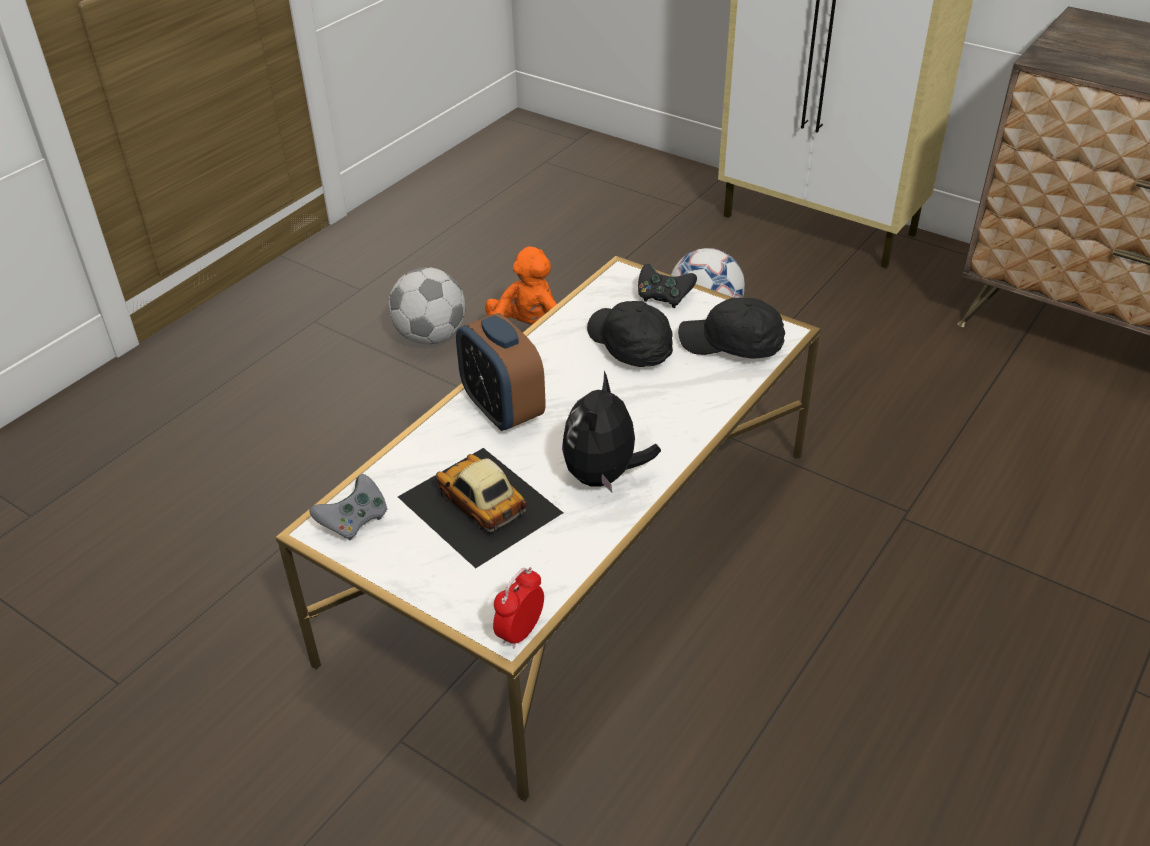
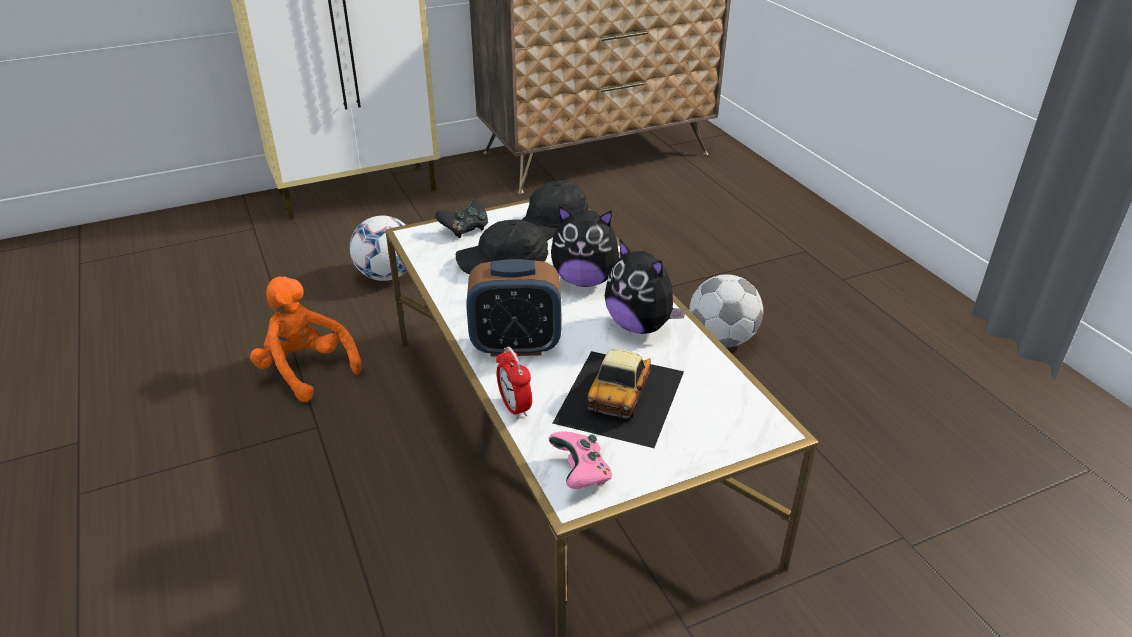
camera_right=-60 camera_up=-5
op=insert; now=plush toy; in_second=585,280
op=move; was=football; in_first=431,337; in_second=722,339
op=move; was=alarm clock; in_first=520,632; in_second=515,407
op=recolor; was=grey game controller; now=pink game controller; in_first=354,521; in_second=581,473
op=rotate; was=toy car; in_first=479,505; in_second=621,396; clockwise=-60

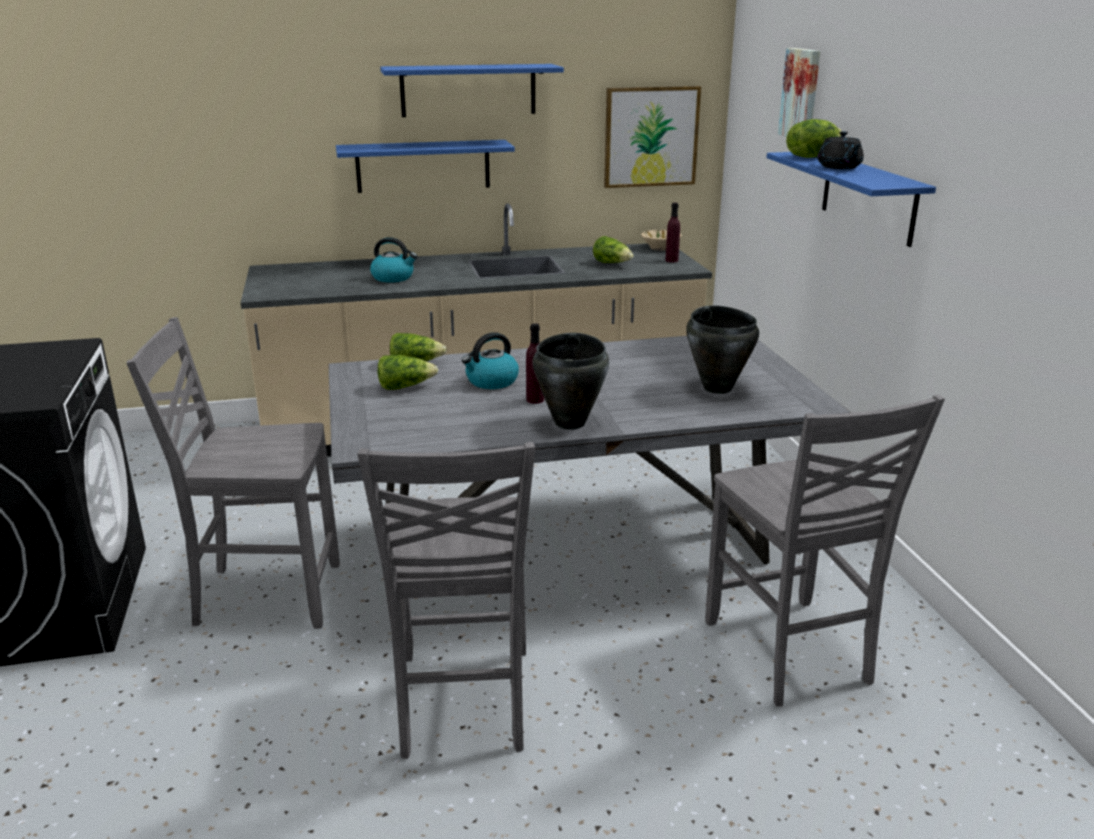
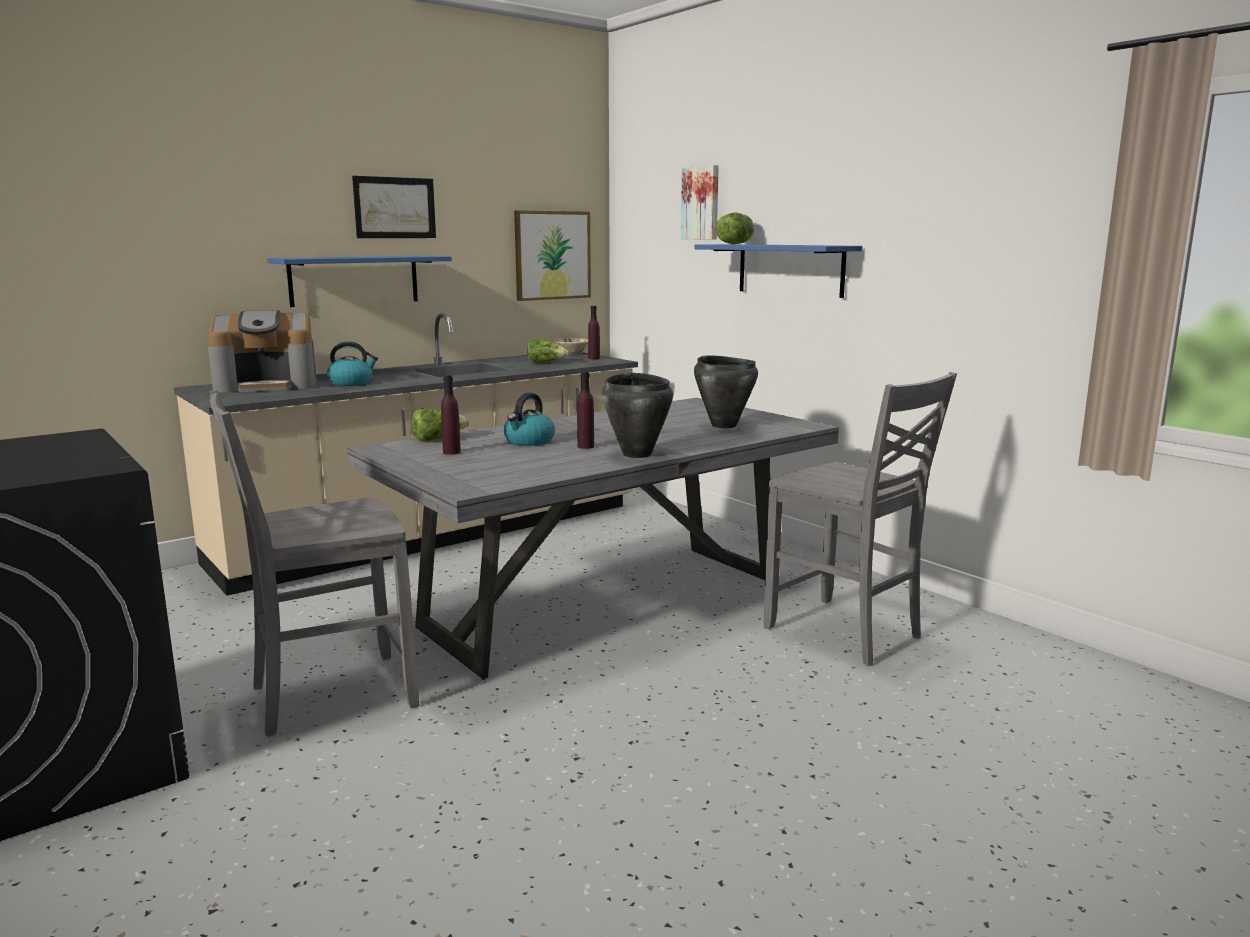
camera_right=-25 camera_up=-10
op=delete; was=grey chair; in_first=462,704
op=delete; was=black teapot; in_first=839,167
op=insert; now=coffee machine; in_second=267,385
op=replace; was=lettuce; now=purple bottle; in_first=405,387; in_second=451,452
op=replace; was=blue shelf; now=picture; in_first=468,90; in_second=395,208

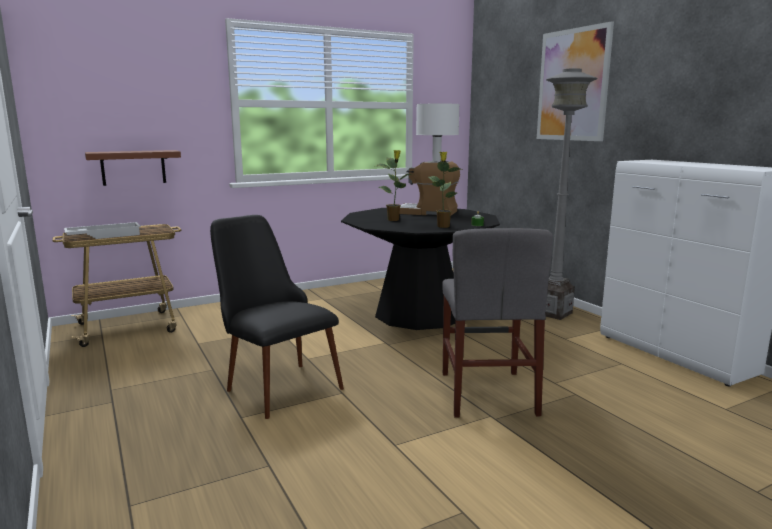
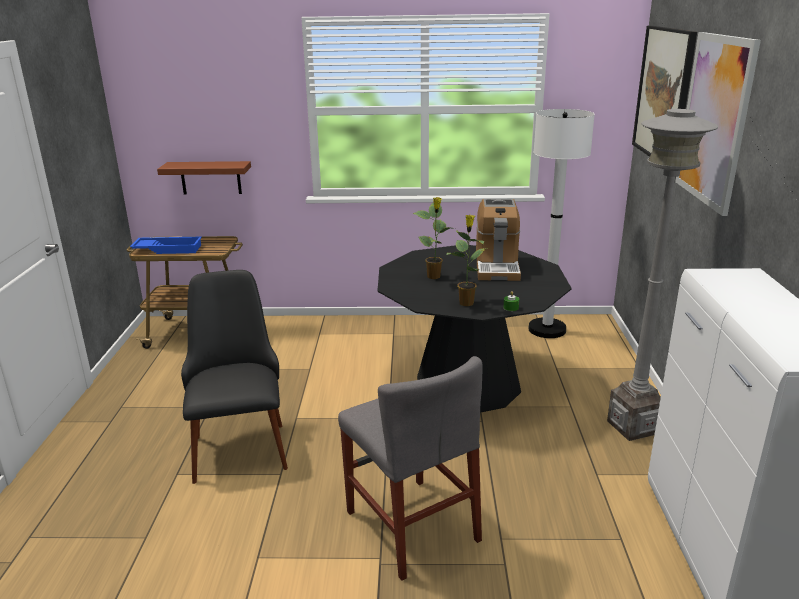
camera_right=30 camera_up=10
op=insert; now=picture; in_second=663,94
op=recolor; was=white tray; now=blue tray; in_first=104,235; in_second=168,249
op=rotate; was=coffee machine; in_first=428,212; in_second=497,266; clockwise=-135
op=rotate; was=grey chair; in_first=487,393; in_second=411,525; clockwise=-60

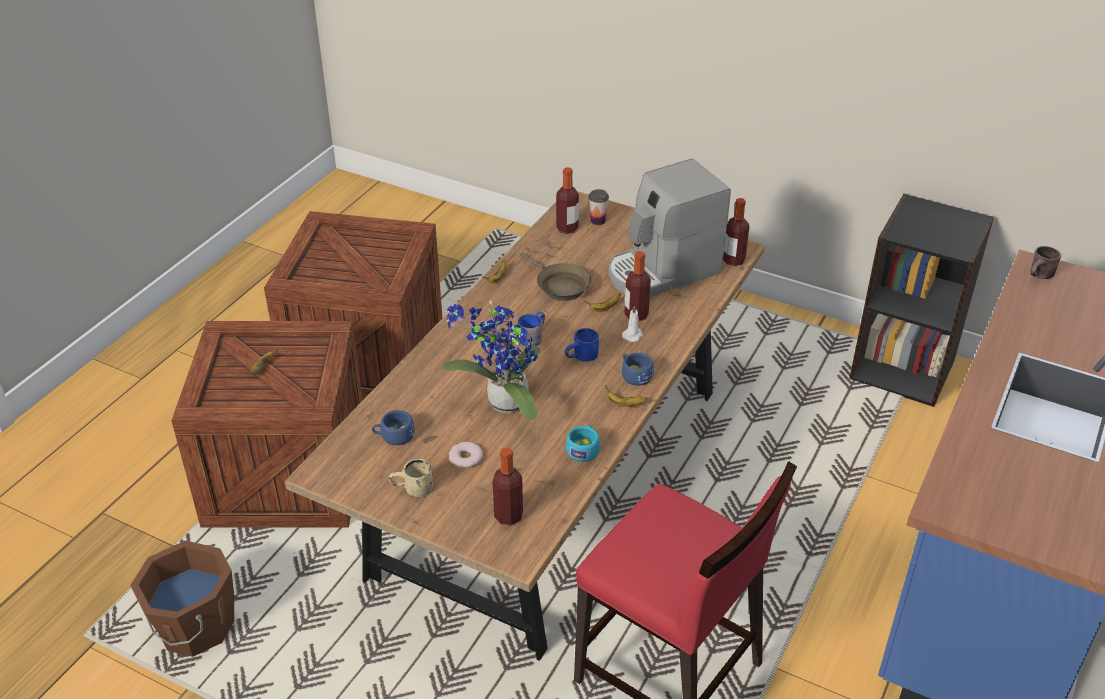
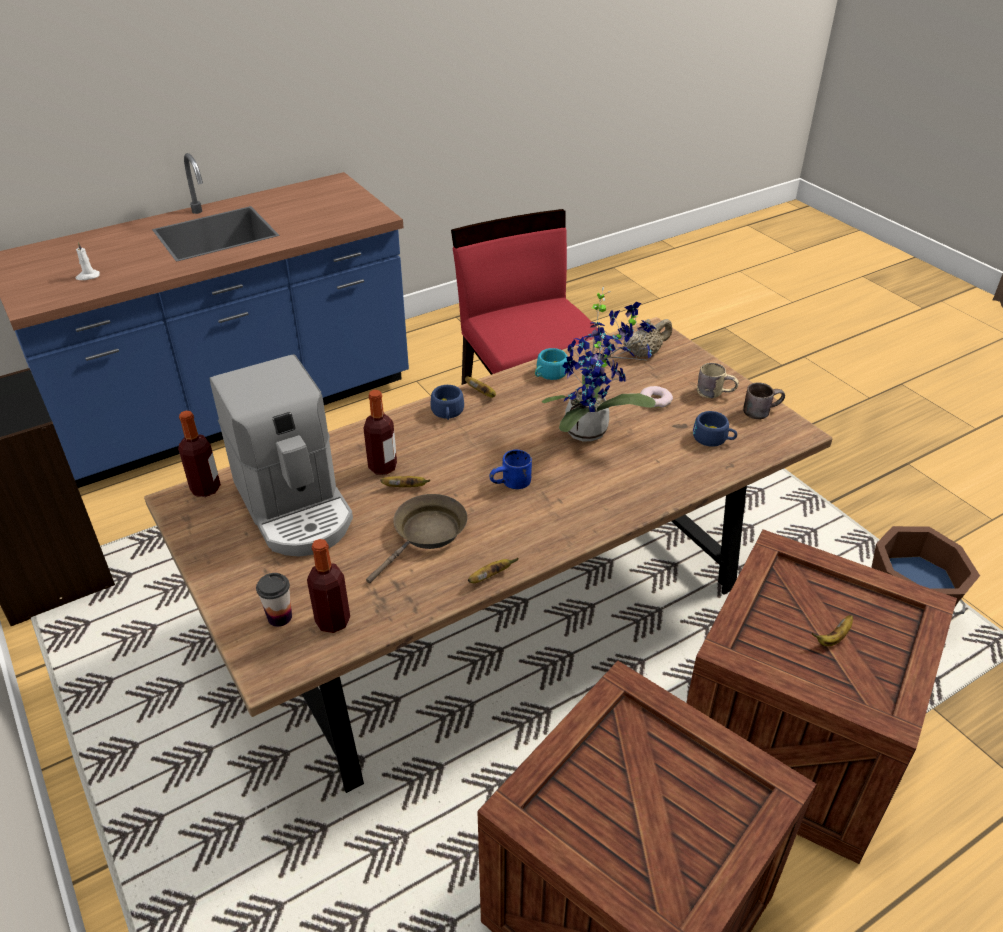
camera_right=-150 camera_up=0
op=delete; was=blue mug; in_first=583,358
op=move; was=white candle; in_first=633,335; in_second=87,276
op=move; was=brown mug; in_first=1041,276; in_second=760,410
op=replace; was=bottle; now=beige teapot; in_first=508,516; in_second=645,353
op=rotate; was=brown frying pan; in_first=560,286; in_second=426,534; clockwise=45
op=rotate; was=coffee machine; in_first=662,271; in_second=295,506; clockwise=60

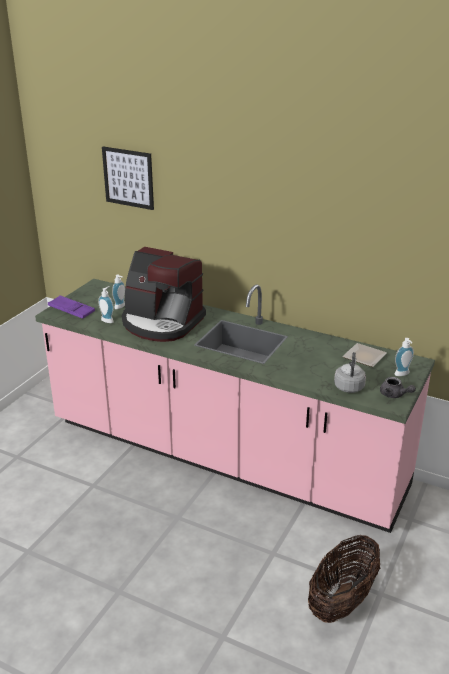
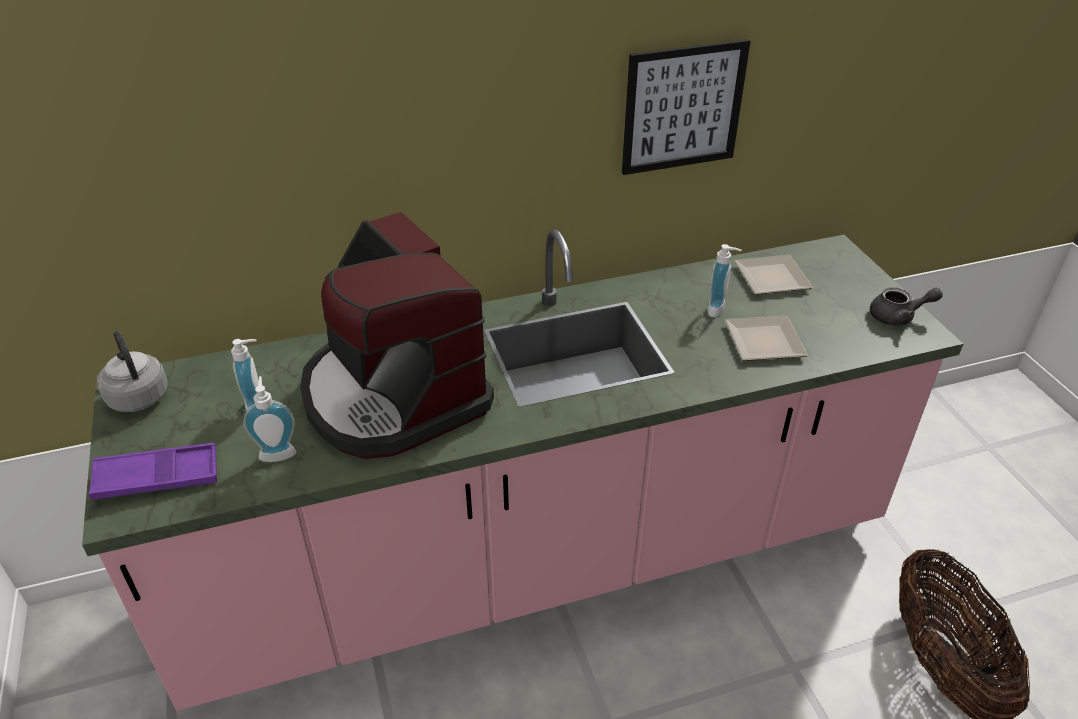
camera_right=-45 camera_up=10
op=insert; now=plate; in_second=767,343
op=move; was=picture; in_first=128,178; in_second=683,107
op=move; was=grey kettle; in_first=349,386; in_second=138,395
op=move; was=soap dispenser; in_first=403,374; in_second=719,309
op=rotate; was=coffee machine; in_first=162,323; in_second=393,395; clockwise=75

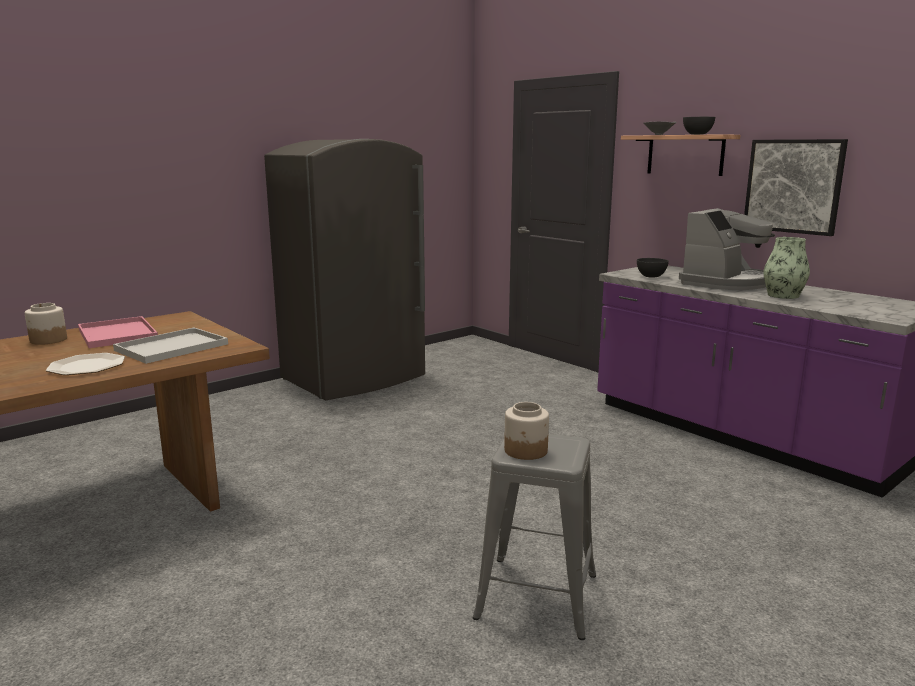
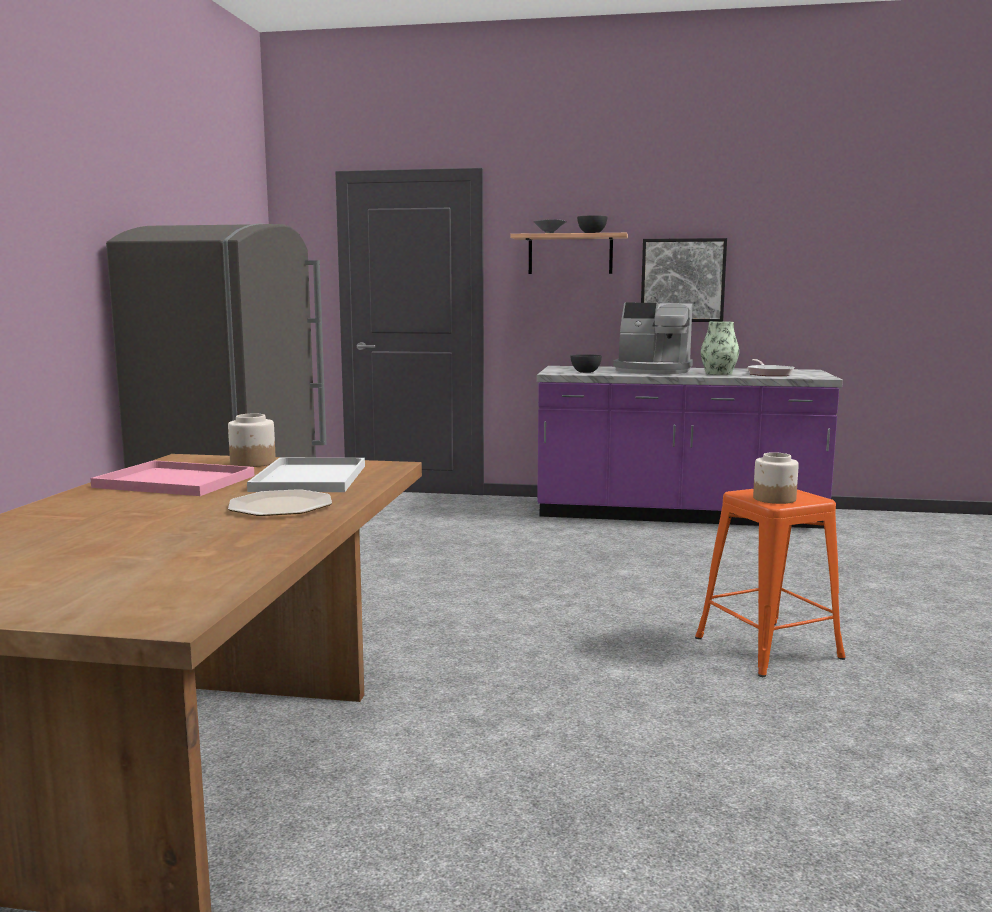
camera_right=-40 camera_up=-5
op=insert; now=frying pan; in_second=769,374
op=move; was=jar; in_first=48,340; in_second=252,463
op=recolor; was=grey stool; now=orange stool; in_first=536,595; in_second=768,648
op=rotate; was=coffee machine; in_first=726,282; in_second=653,371; clockwise=105

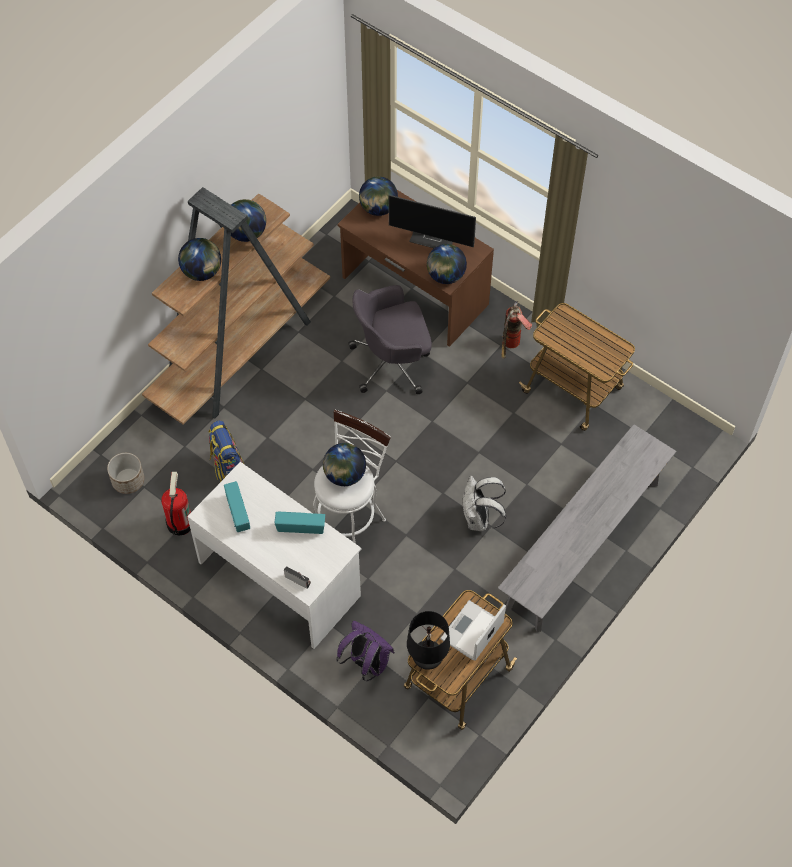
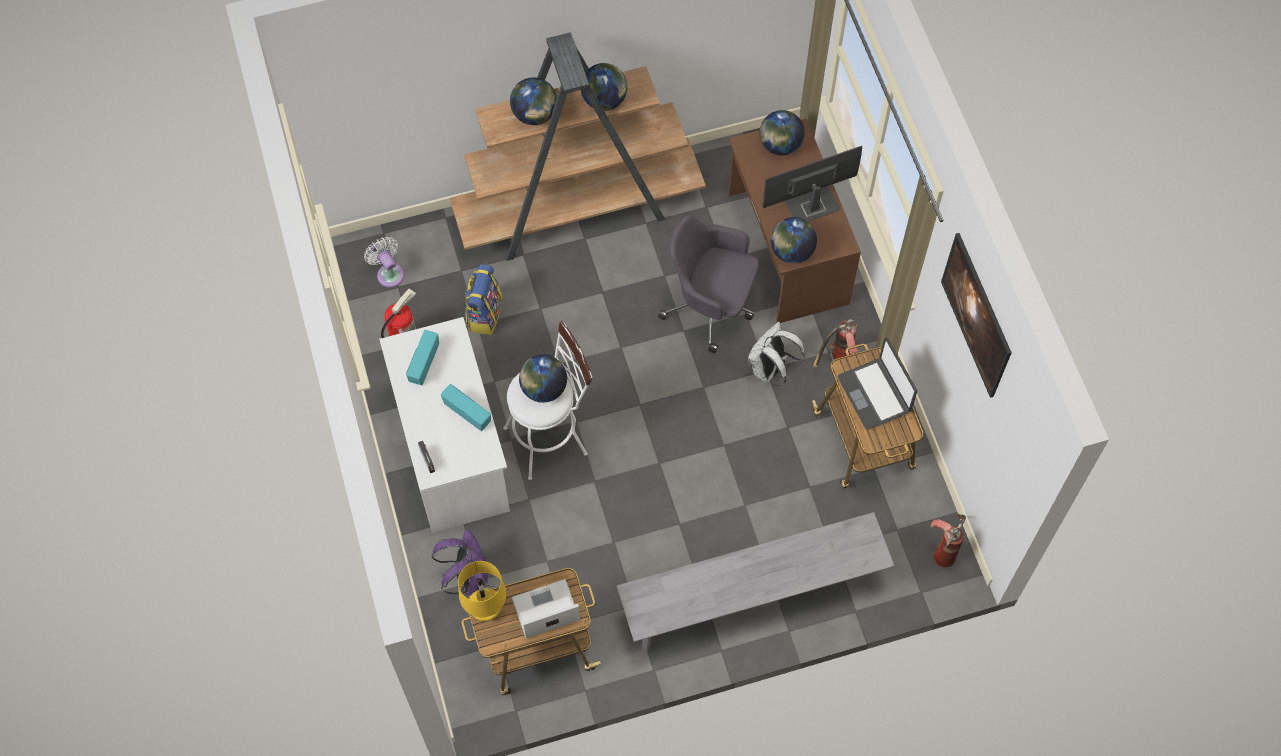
camera_right=35 camera_up=5
op=insert; now=laptop; in_second=874,394
op=insert; now=fire extinguisher; in_second=944,549
op=insert; now=picture; in_second=972,326
op=move; was=white backpack; in_first=479,519; in_second=770,370
op=replace; was=planter; now=white fan; in_first=128,481; in_second=389,273
op=recolor; was=black table lamp; now=yellow table lamp; in_first=427,659; in_second=486,608
op=rotate; was=monitor; in_first=434,238; in_second=810,206; clockwise=105

